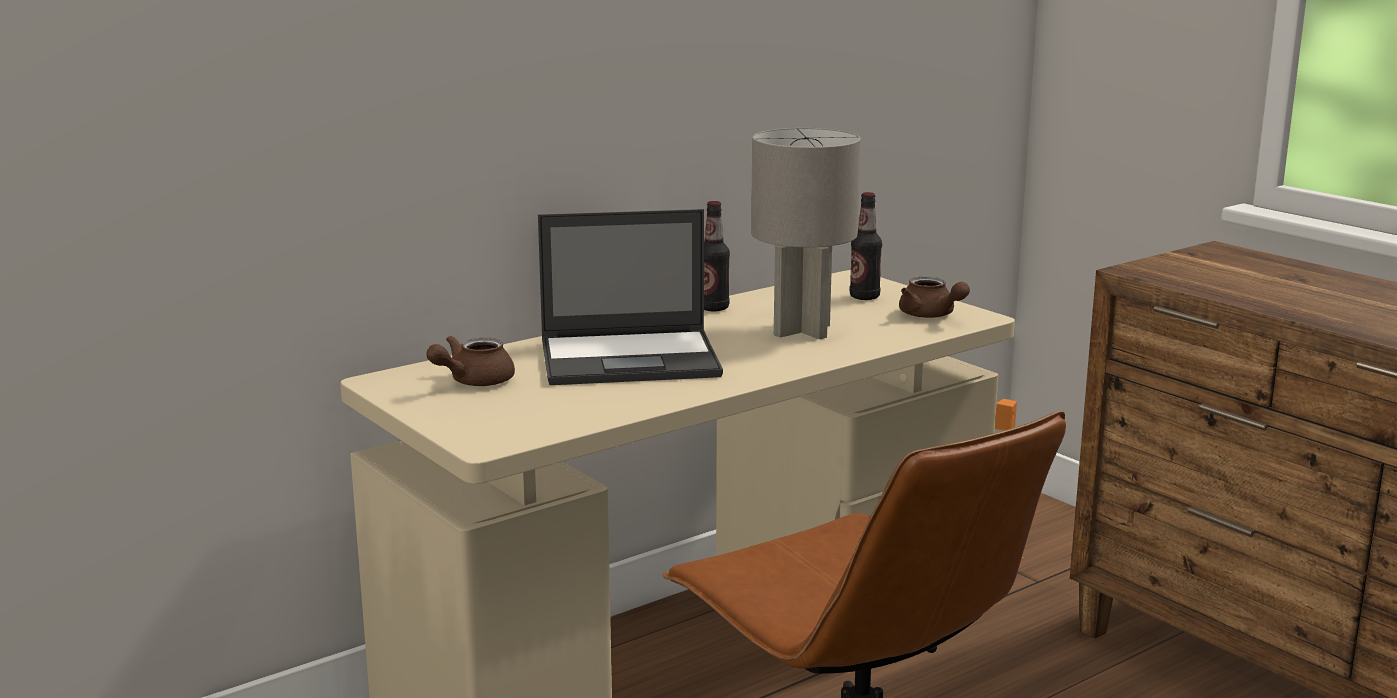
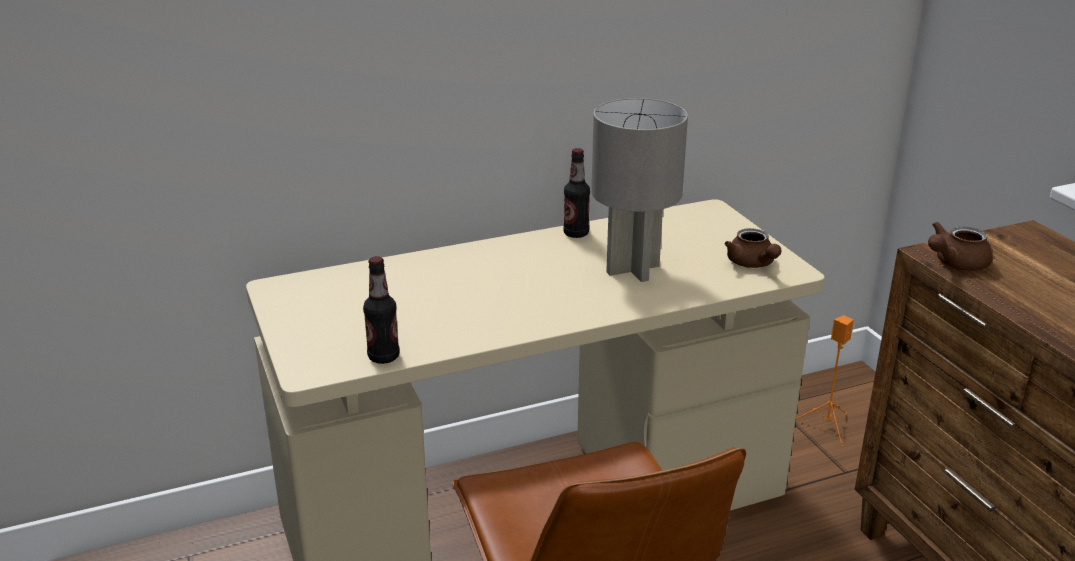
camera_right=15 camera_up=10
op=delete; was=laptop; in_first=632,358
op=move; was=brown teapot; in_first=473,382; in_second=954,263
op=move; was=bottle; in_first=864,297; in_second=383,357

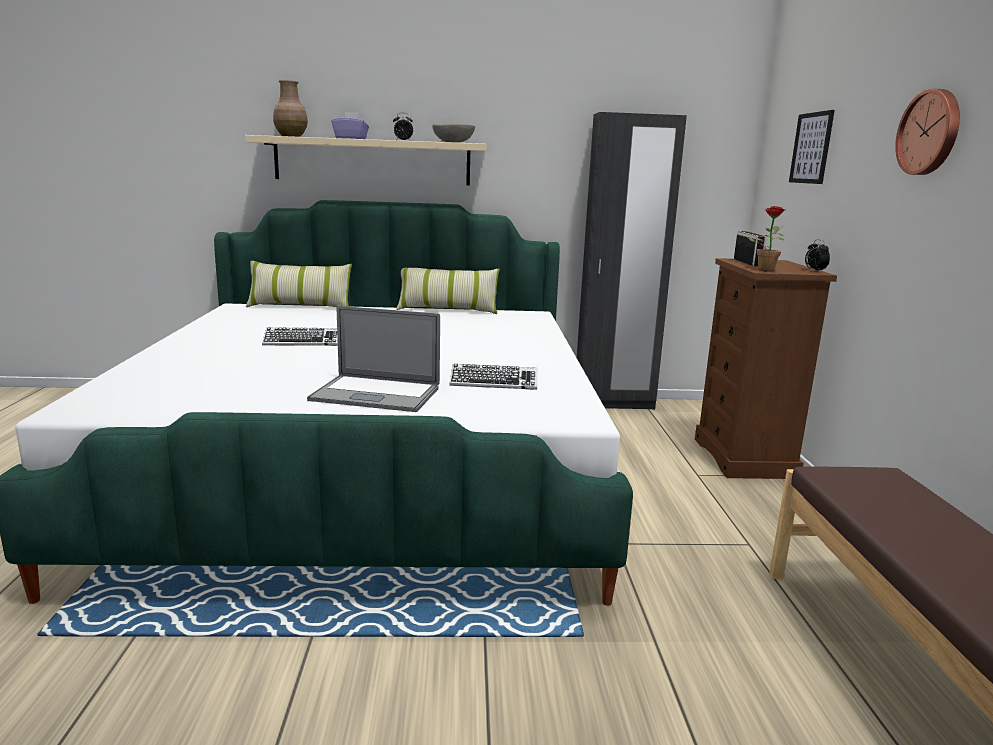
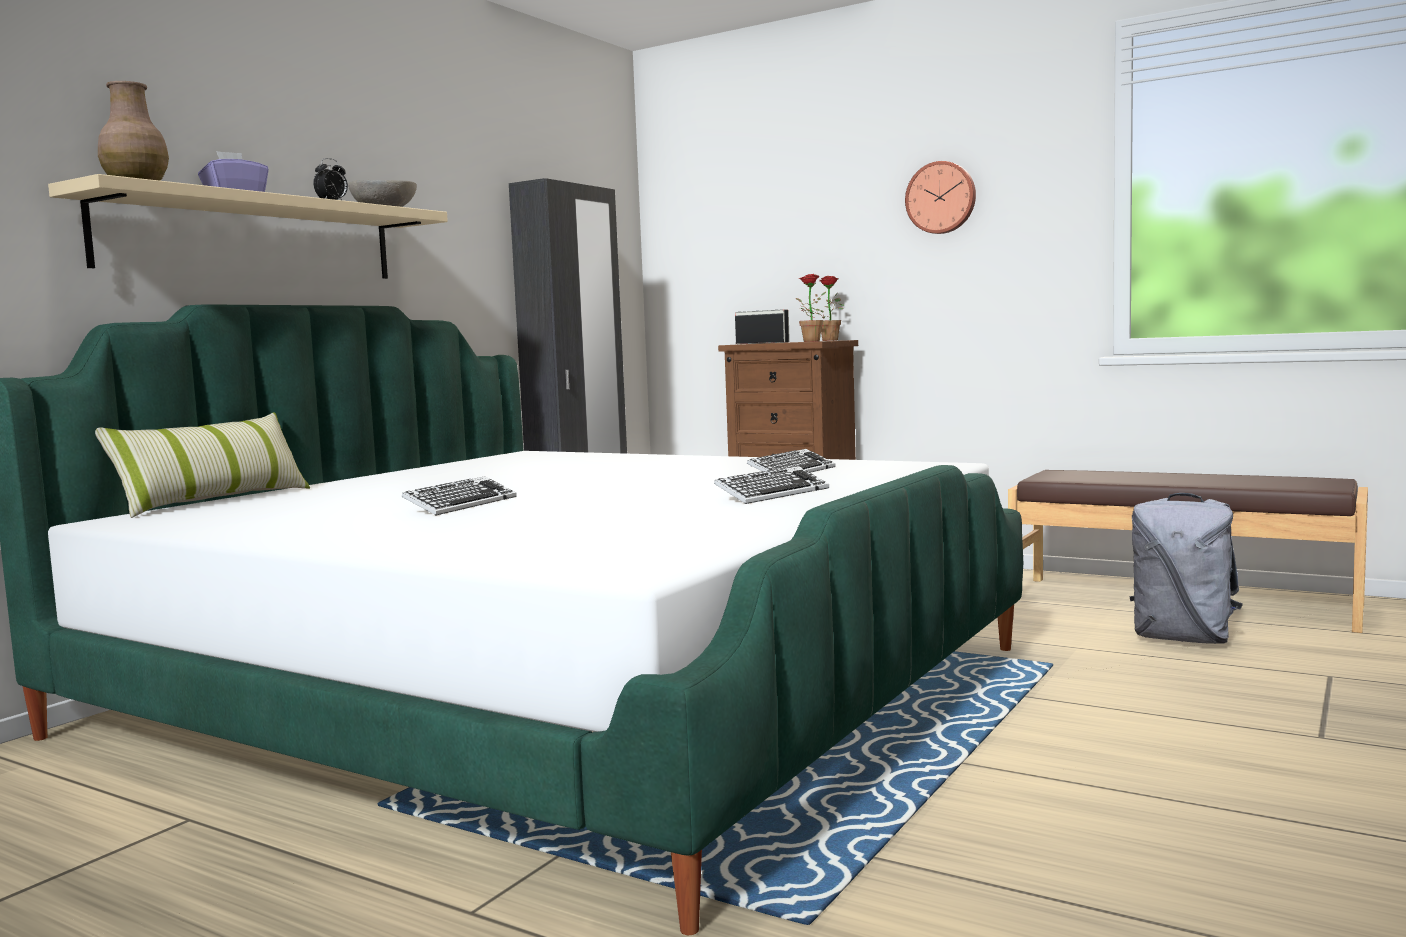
camera_right=-55 camera_up=-10
op=delete; was=pillow; in_first=447,310
op=delete; was=picture; in_first=811,148
op=insert; now=grey backpack; in_second=1183,639
op=replace; was=laptop; now=keyboard; in_first=375,394; in_second=772,494
op=replace; was=alarm clock; now=potted plant; in_first=814,271; in_second=830,340

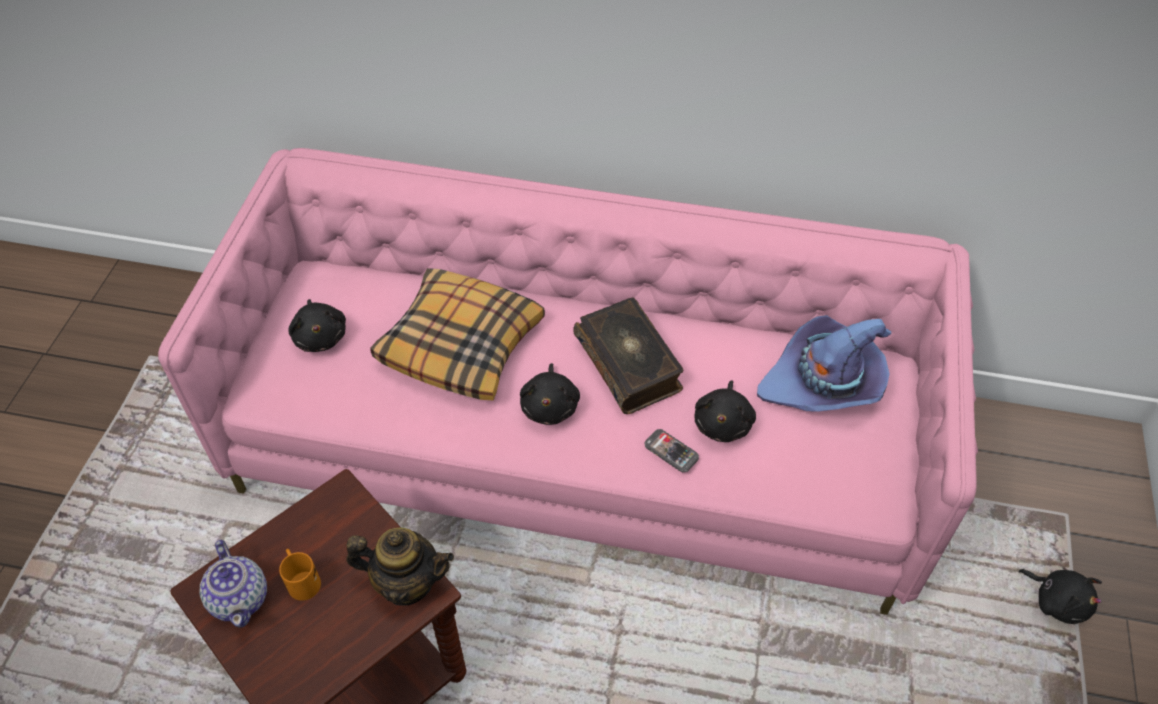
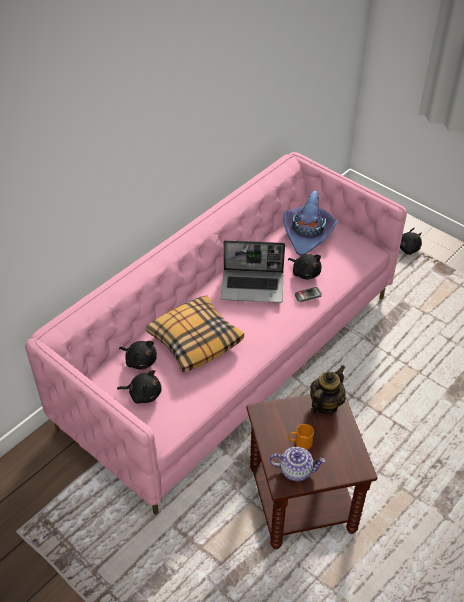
camera_right=-60 camera_up=-5
op=move; was=black plush toy; in_first=550,406; in_second=140,360
op=replace; was=book; now=laptop; in_first=629,364; in_second=253,286

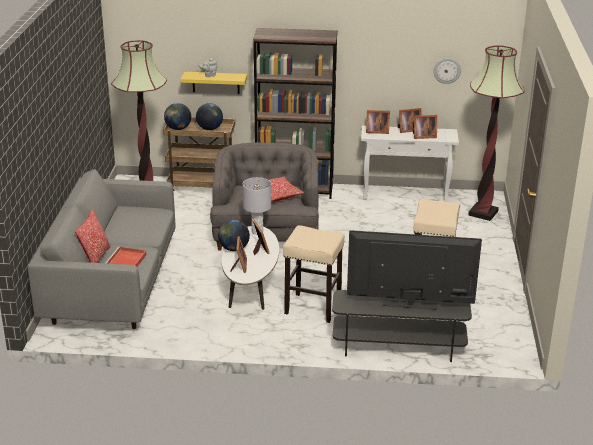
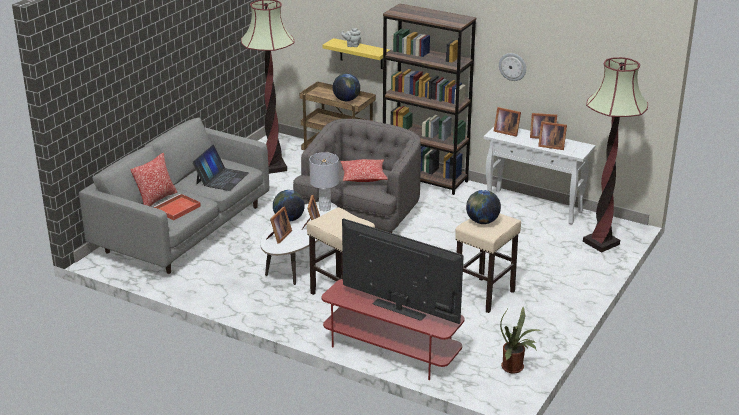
camera_right=25 camera_up=0
op=insert; now=laptop; in_second=221,178
op=insert; now=potted plant; in_second=515,368
op=move; was=globe; in_first=178,129; in_second=482,221
op=move; was=wall clock; in_first=447,70; in_second=512,66
op=recolor; was=grey tv stand; now=red tv stand; in_first=398,345; in_second=390,350

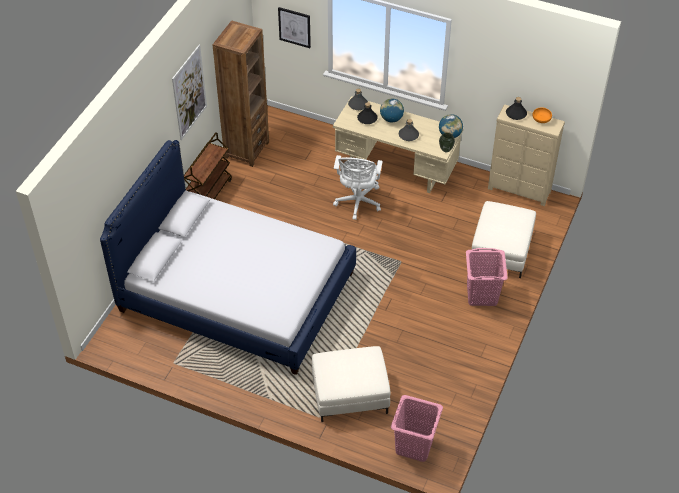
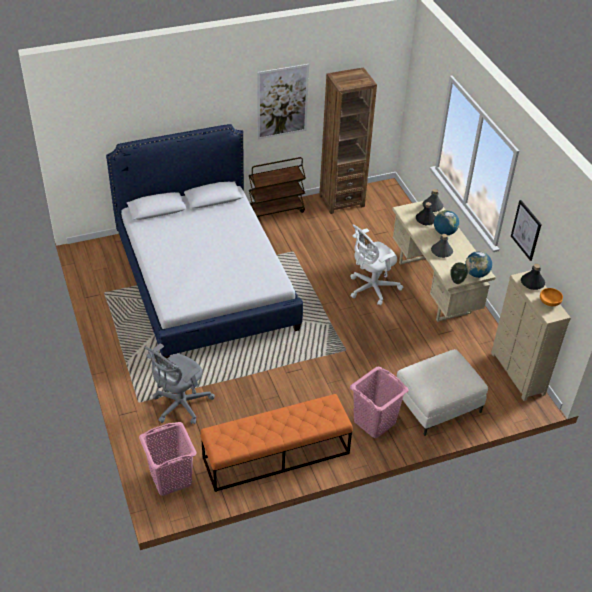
camera_right=45 camera_up=-5
op=insert; now=orange bench; in_second=275,455
op=move; was=picture; in_first=294,27; in_second=526,230
op=replace; was=white ottoman; now=grey office chair; in_first=350,394; in_second=179,405

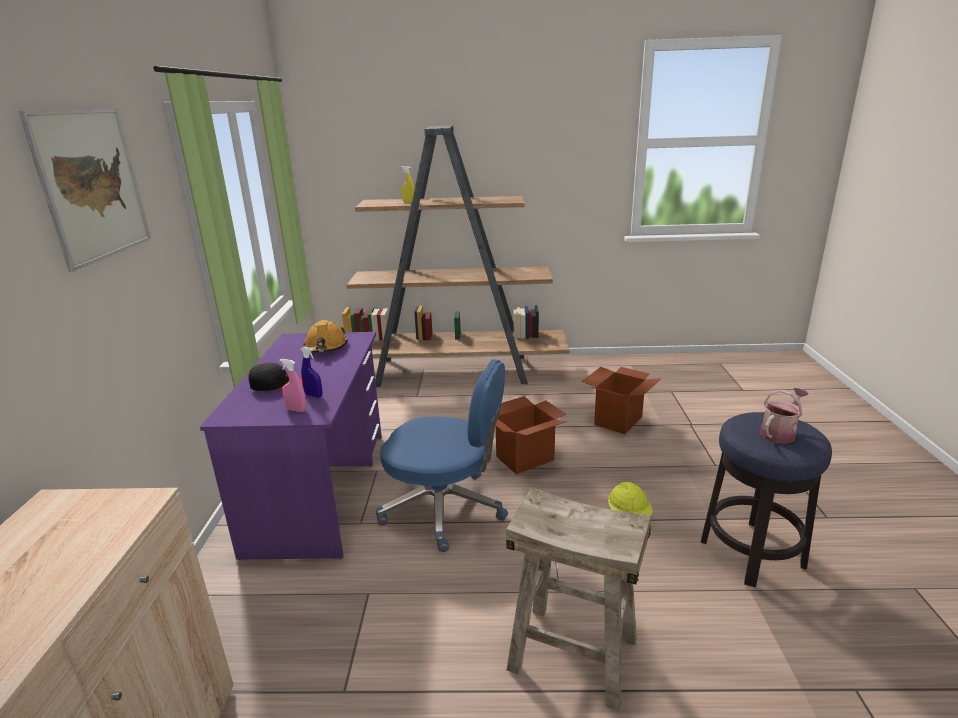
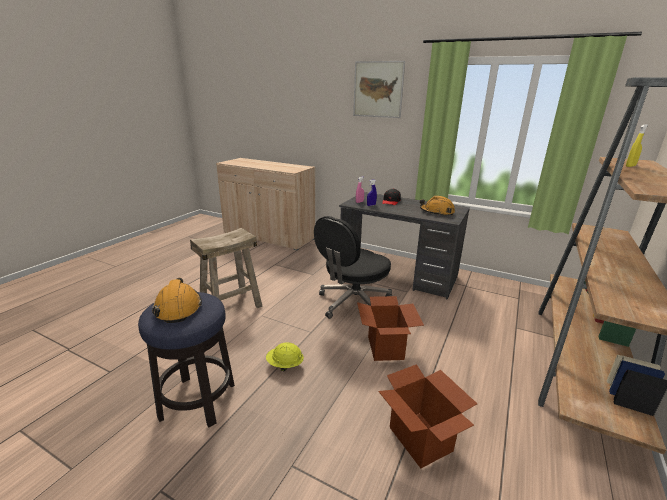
camera_right=115 camera_up=0
op=replace; was=watering can; now=orange hard hat; in_first=780,432; in_second=178,308
op=recolor; was=purple desk; now=grey desk; in_first=320,489; in_second=398,275
op=recolor; was=blue office chair; now=black office chair; in_first=445,508; in_second=353,303

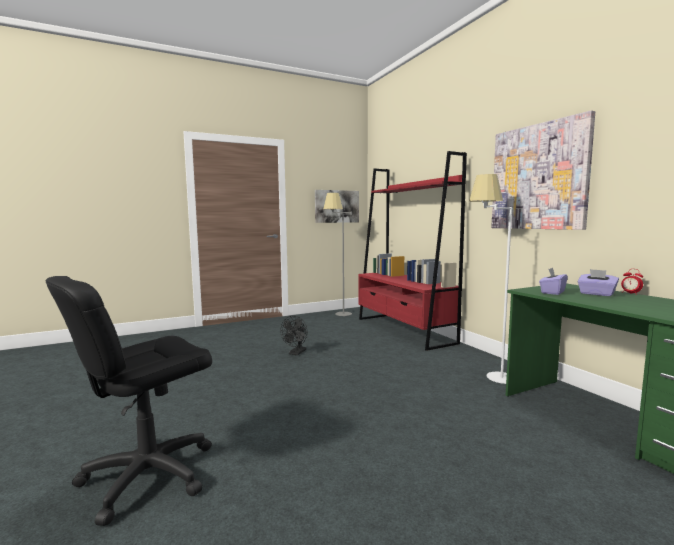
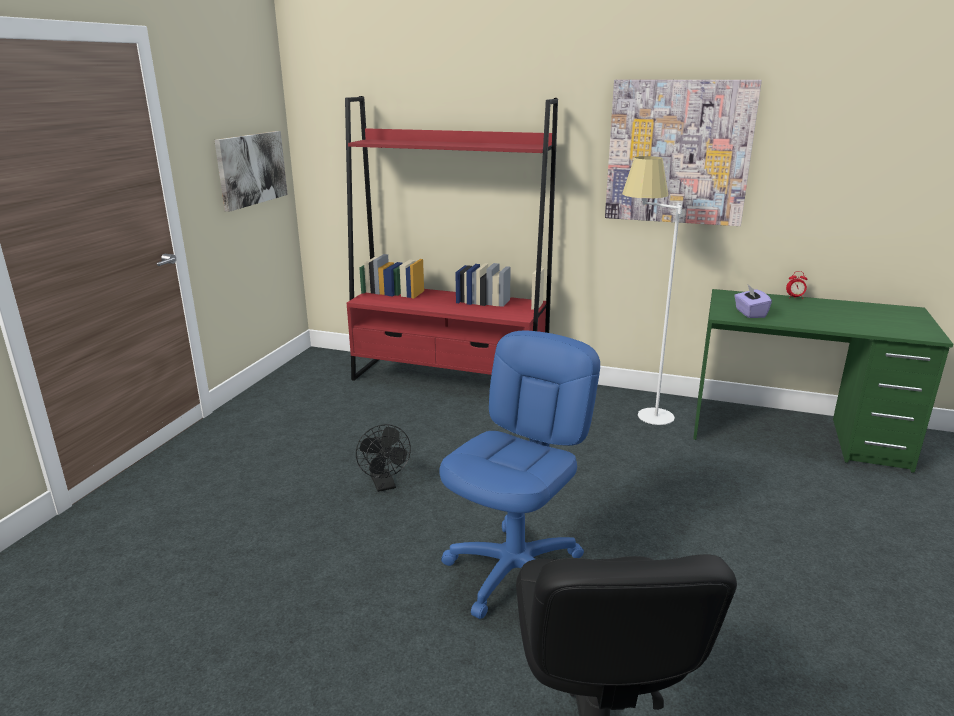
camera_right=-45 camera_up=15
op=delete; was=grey floor lamp; in_first=338,315
op=delete; was=purple tissue box; in_first=596,294
op=insert; now=blue office chair; in_second=516,573

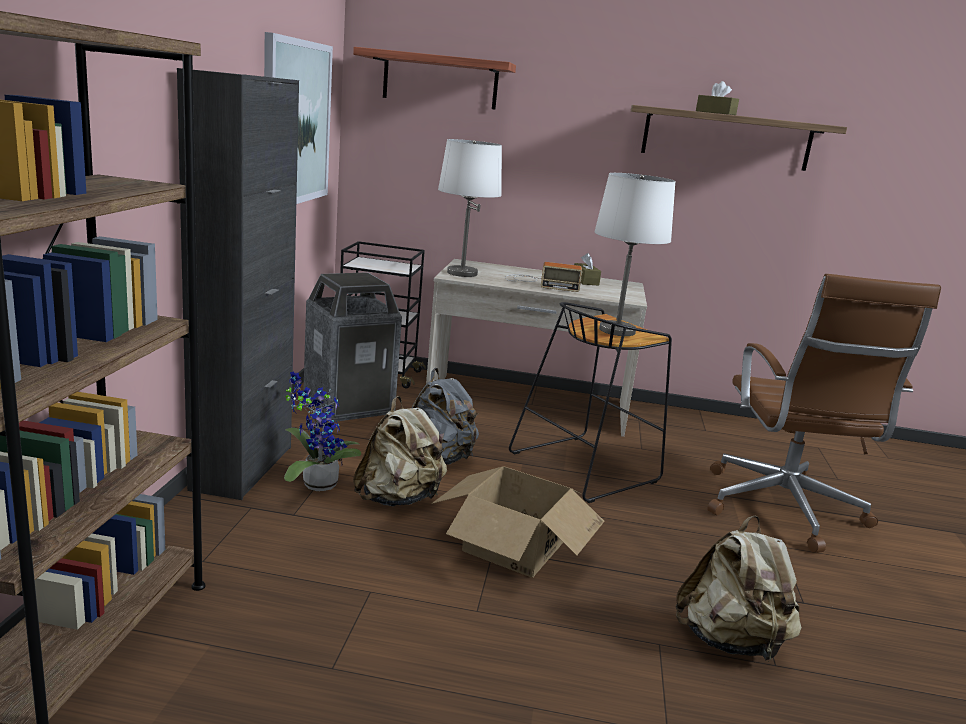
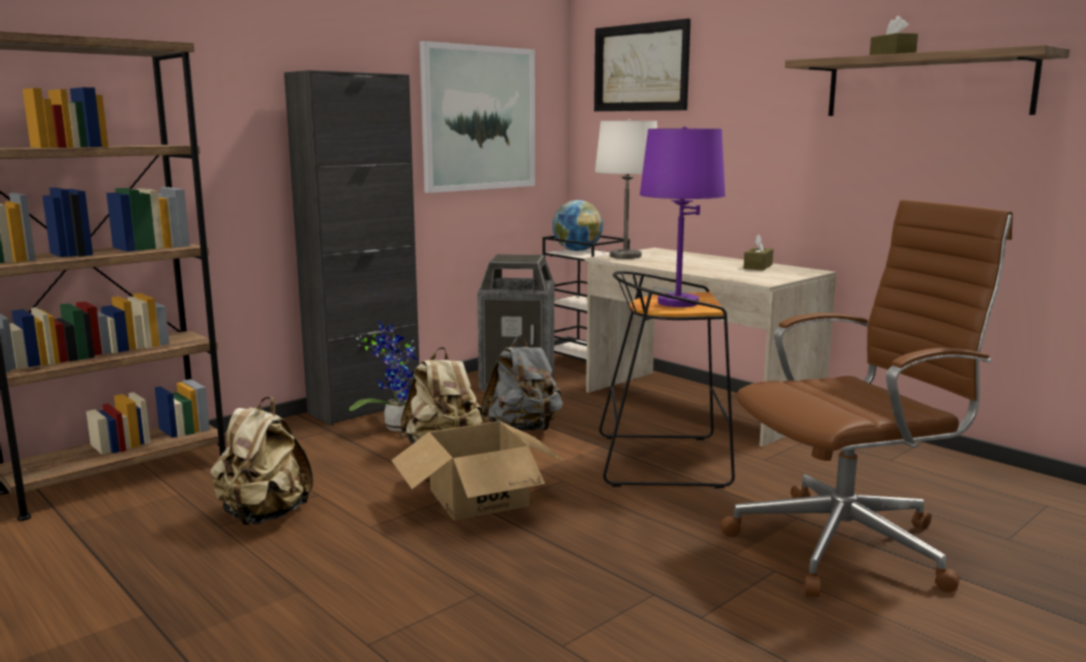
camera_right=40 camera_up=-5
op=delete; was=radio; in_first=540,283
op=insert; now=globe; in_second=577,251
op=move; was=beige backpack; in_first=731,642; in_second=263,516
op=replace; was=shelf; now=picture; in_first=440,80; in_second=641,67
op=recolor; was=white table lamp; now=purple table lamp; in_first=617,331; in_second=678,303
op=rotate; was=brown office chair; in_first=783,510; in_second=848,545; clockwise=-150

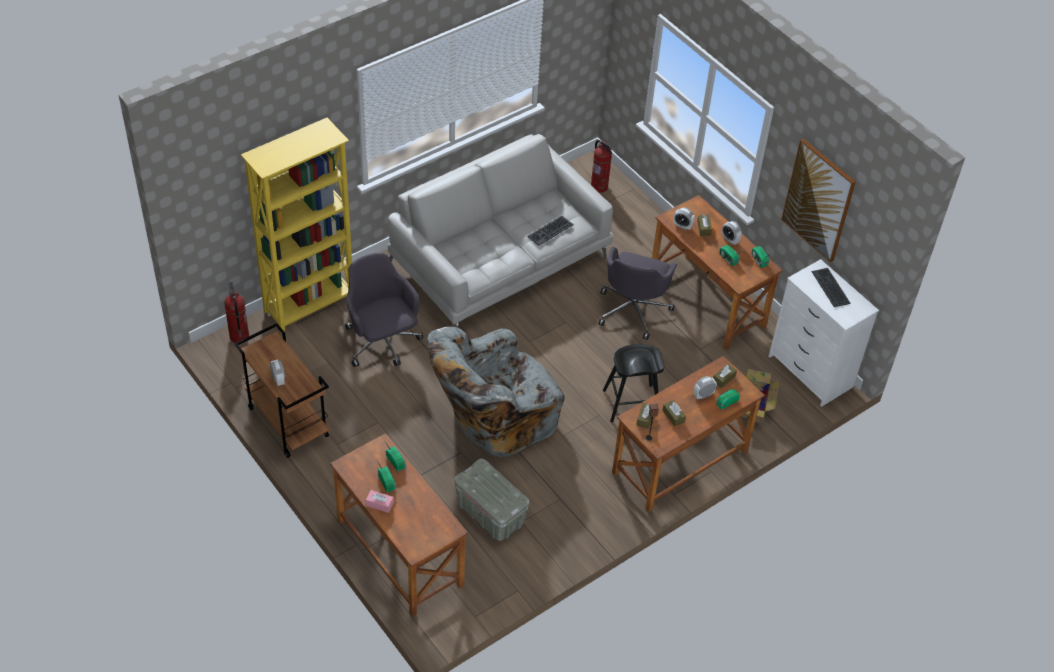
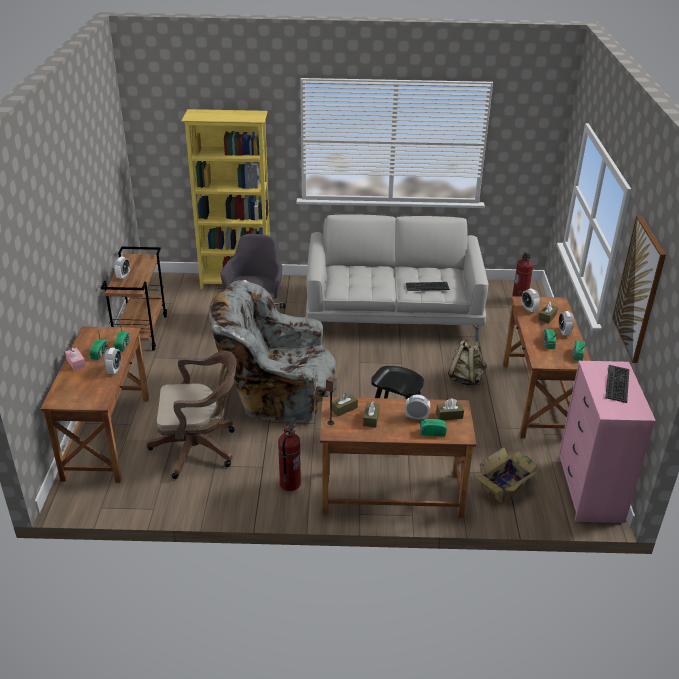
camera_right=40 camera_up=-15
op=insert; now=alarm clock; in_second=114,370
op=move; was=fire extinguisher; in_first=239,336; in_second=290,484
op=replace; was=grey storage box; now=brown office chair; in_first=491,513; in_second=199,448
op=replace; was=grey office chair; now=beige backpack; in_first=633,310; in_second=466,379
op=recolor; was=white dresser; now=pink dresser; in_first=810,372; in_second=589,490

